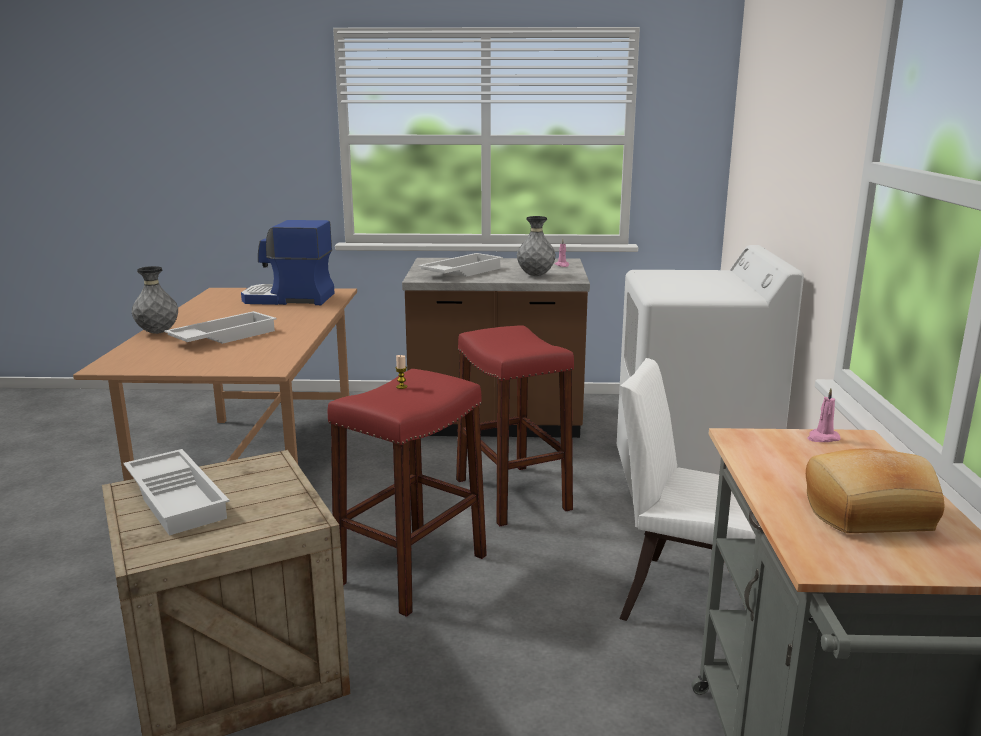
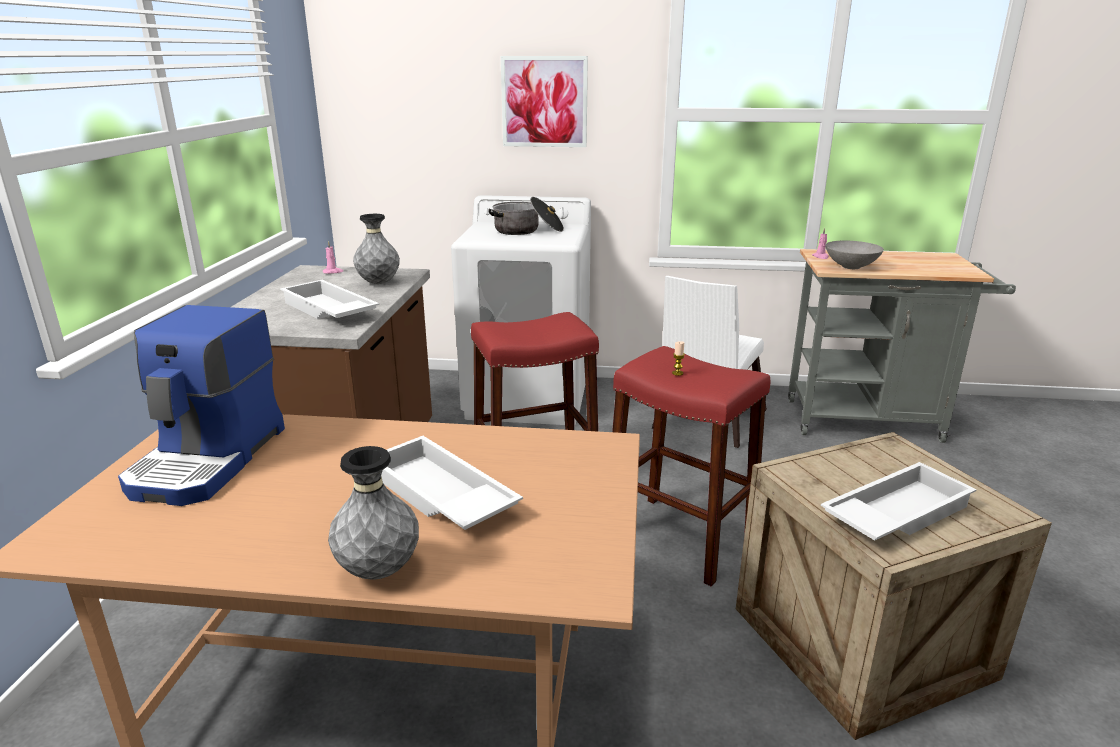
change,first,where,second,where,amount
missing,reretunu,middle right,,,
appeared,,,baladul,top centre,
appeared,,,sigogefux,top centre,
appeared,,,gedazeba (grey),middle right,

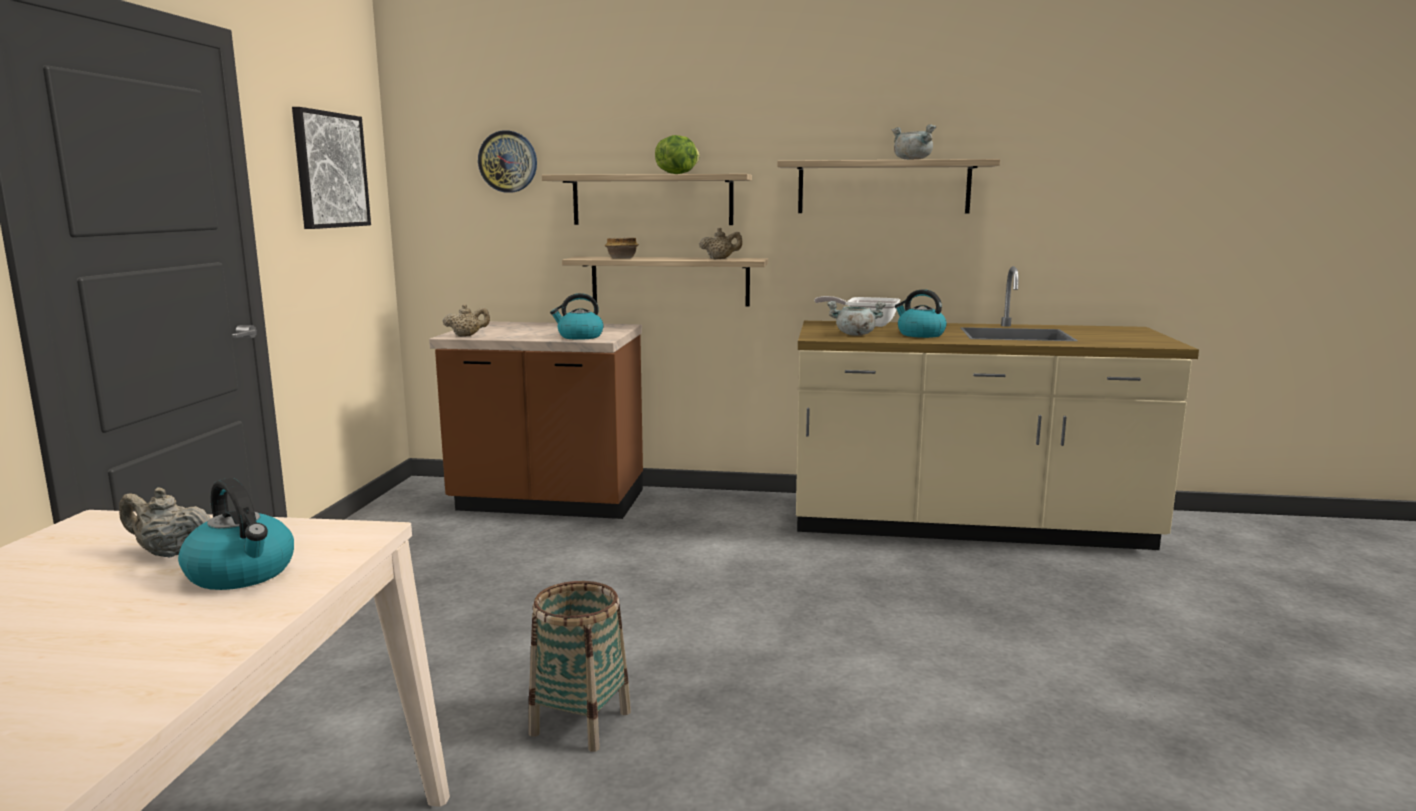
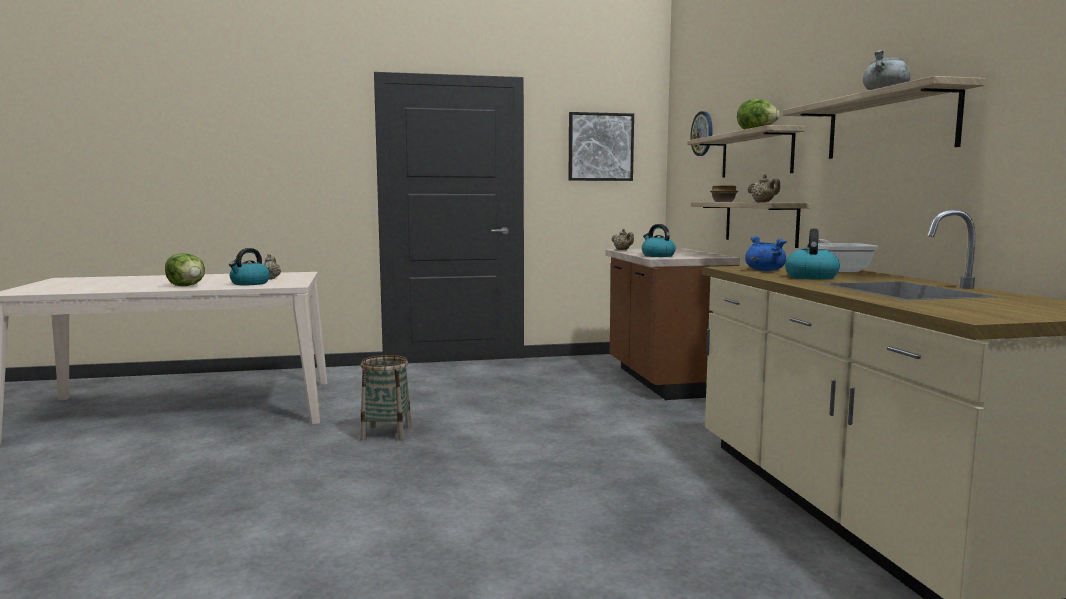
change,first,where,second,where,amount
appeared,,,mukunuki (no. 1 from left),middle left,
colour,baladul (grey) (no. 1 from left),centre,baladul (blue),middle right,

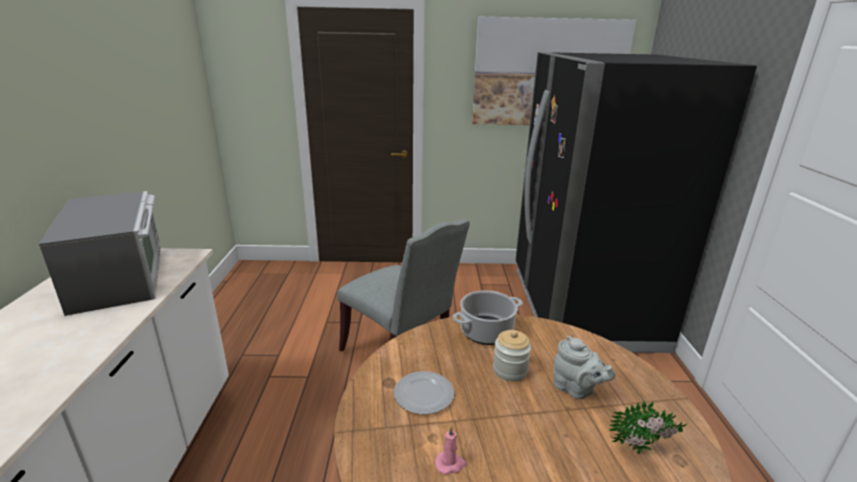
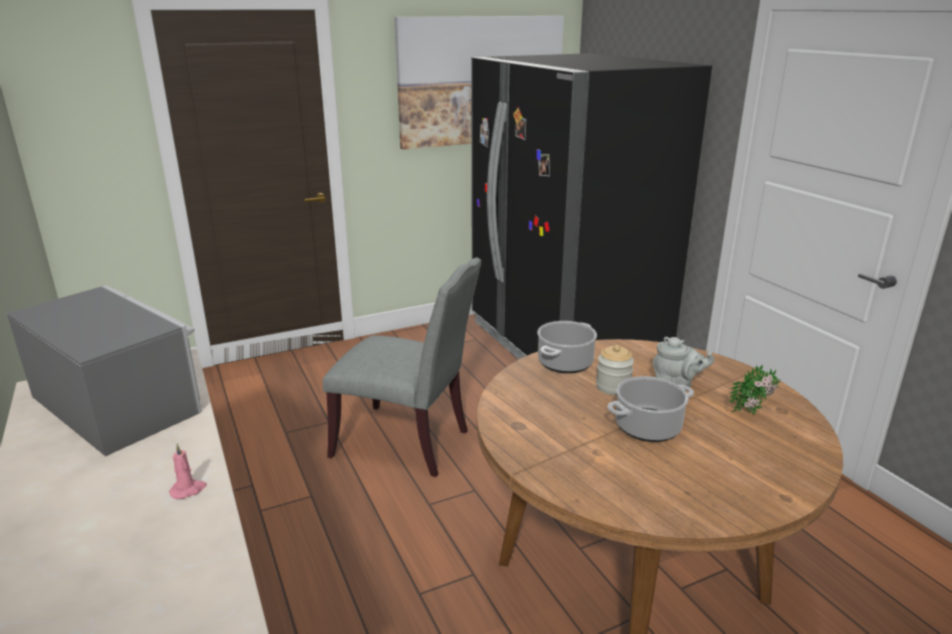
change,first,where,second,where,amount
missing,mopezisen,bottom centre,,,
appeared,,,baladul (no. 2 from left),middle right,
relocated,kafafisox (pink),bottom centre,,bottom left,

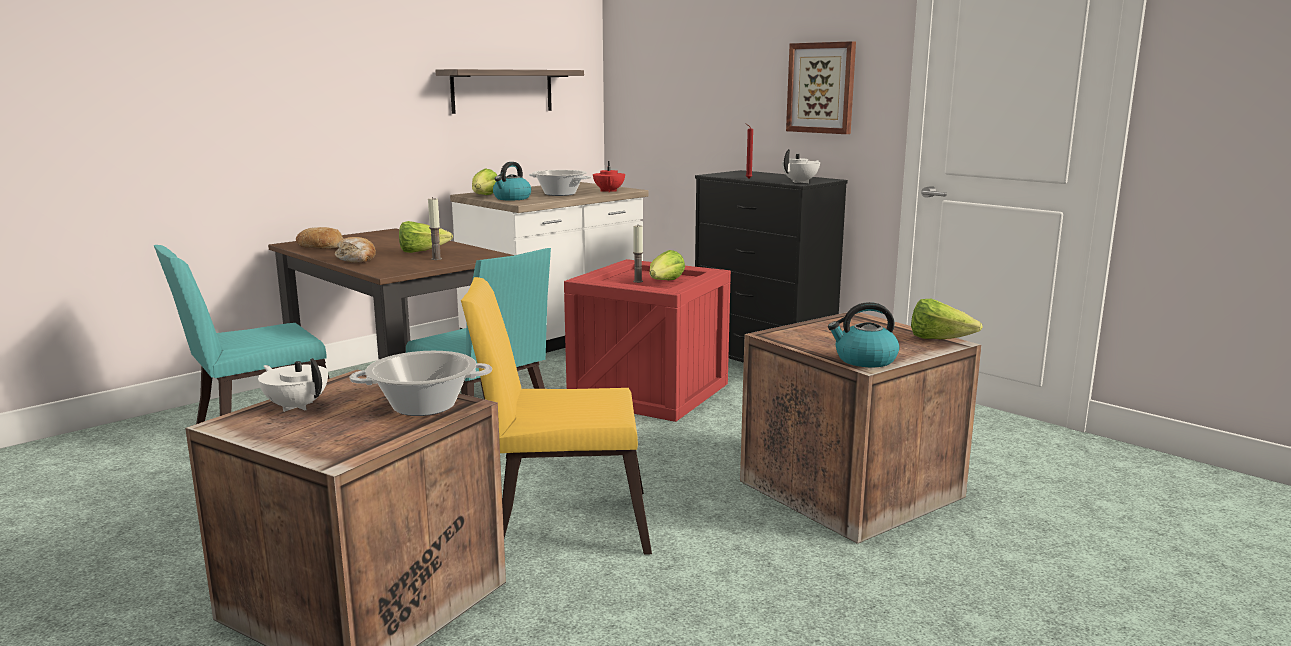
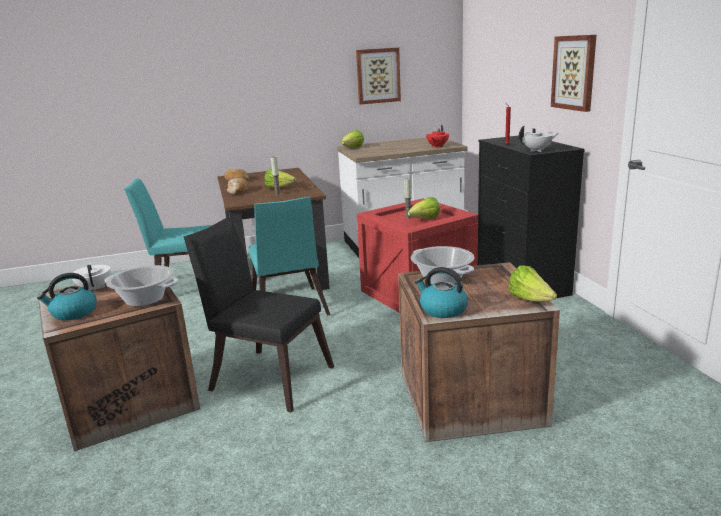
change,first,where,second,where,amount
relocated,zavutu (no. 1 from left),top centre,,middle left,
relocated,baladul (no. 2 from left),top centre,,centre,
exchanged,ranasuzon,top centre,sigogefux (no. 1 from left),top centre,
colour,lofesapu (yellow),centre,lofesapu (black),centre,

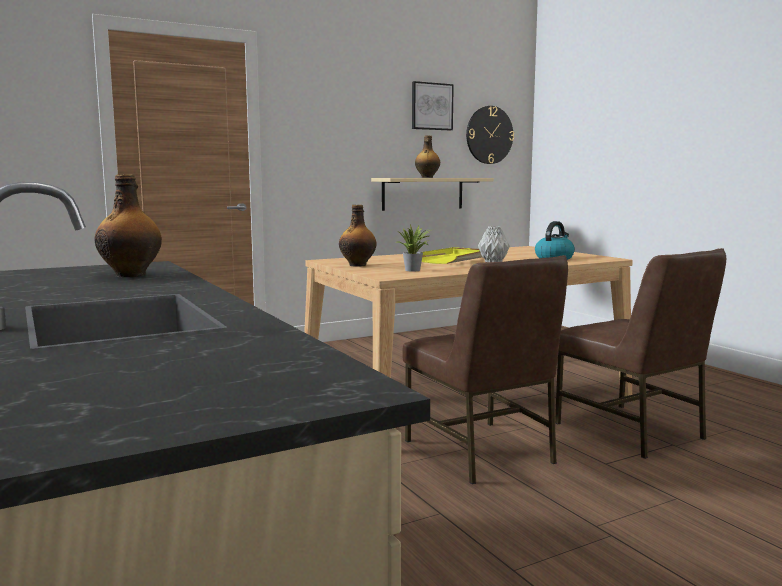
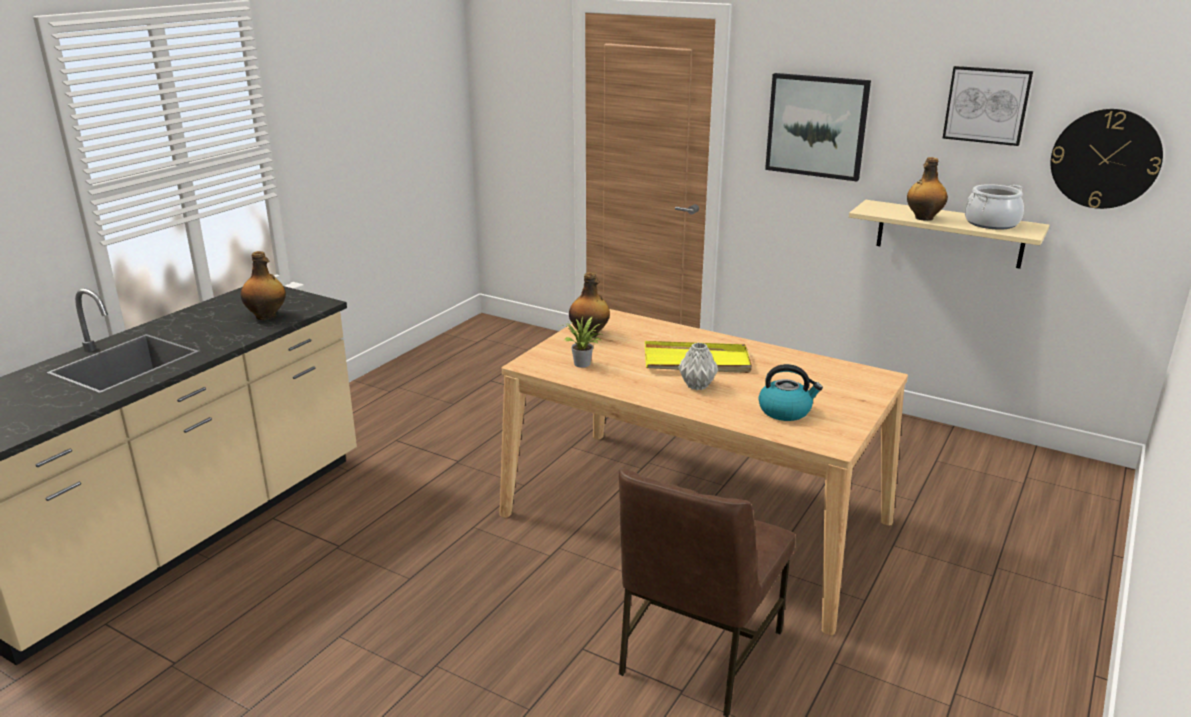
change,first,where,second,where,amount
missing,lofesapu (brown) (no. 1 from left),centre,,,
appeared,,,sigogefux (no. 1 from left),top right,
appeared,,,baladul,top right,

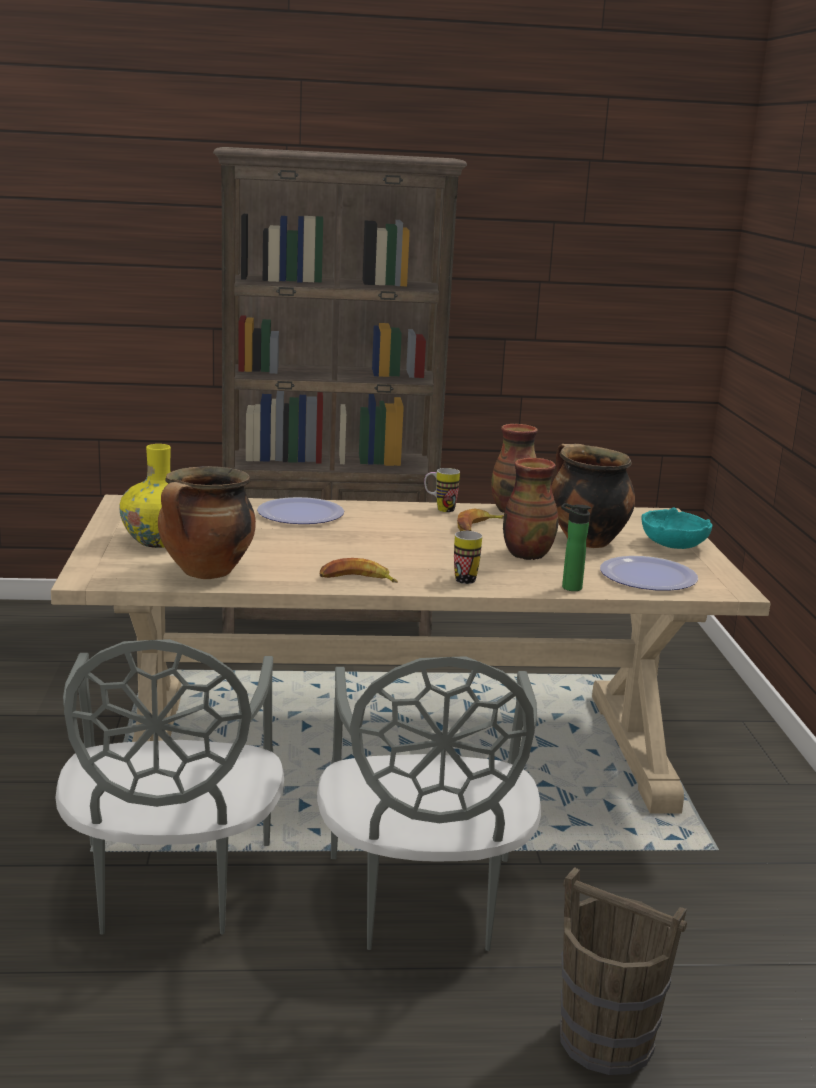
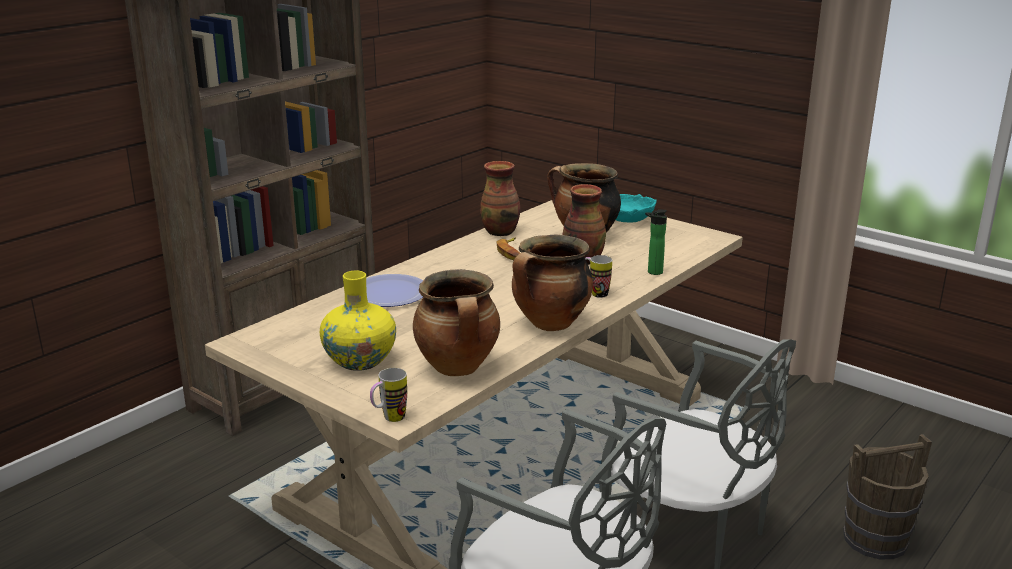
change,first,where,second,where,amount
missing,mopezisen (no. 2 from left),middle right,,,
relocated,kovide (no. 1 from left),centre,,bottom centre,
exchanged,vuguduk (no. 1 from left),centre,baladul (no. 2 from left),centre,

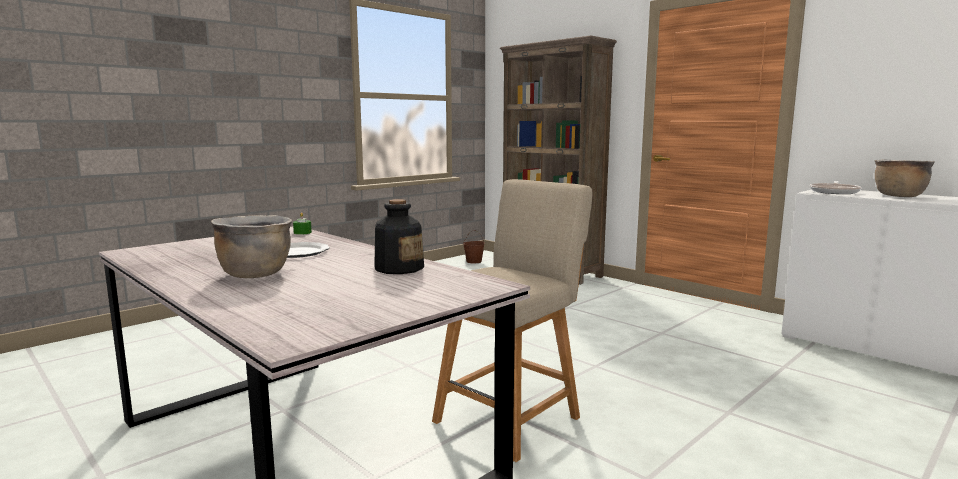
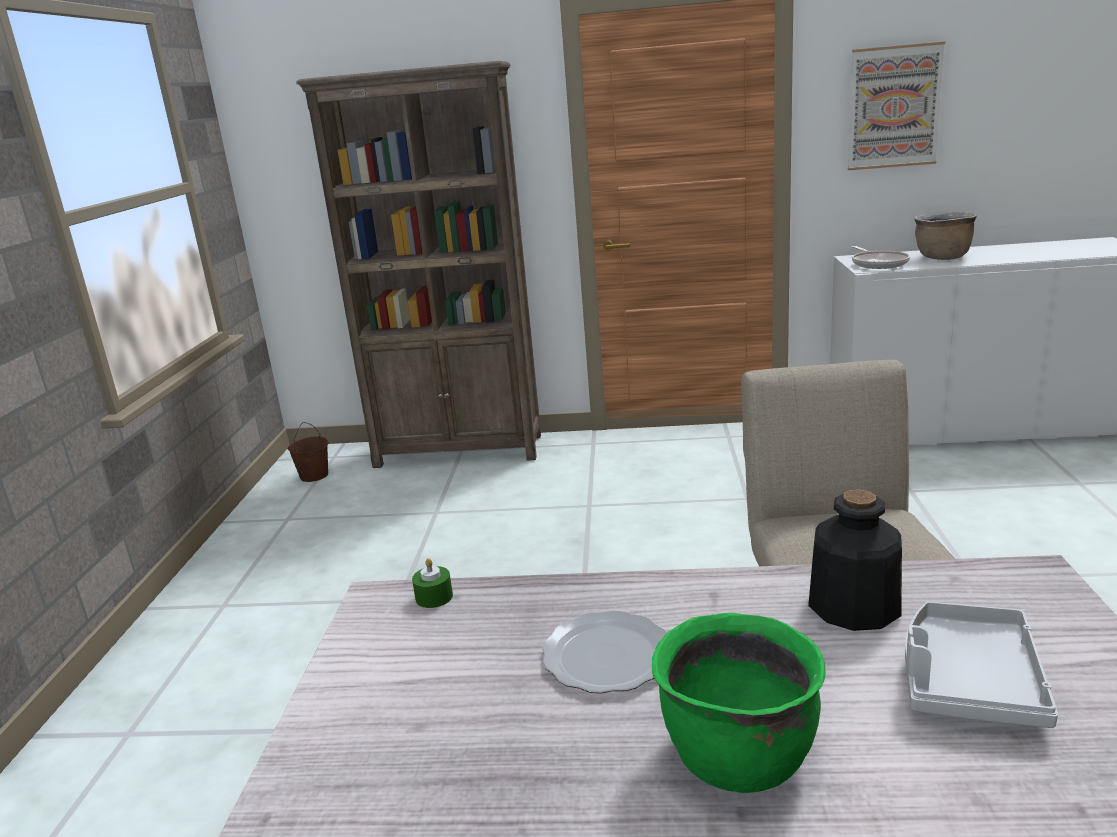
change,first,where,second,where,amount
appeared,,,sigogefux,top right,
appeared,,,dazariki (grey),bottom right,
colour,baladul (brown) (no. 1 from left),middle left,baladul (green),bottom centre,

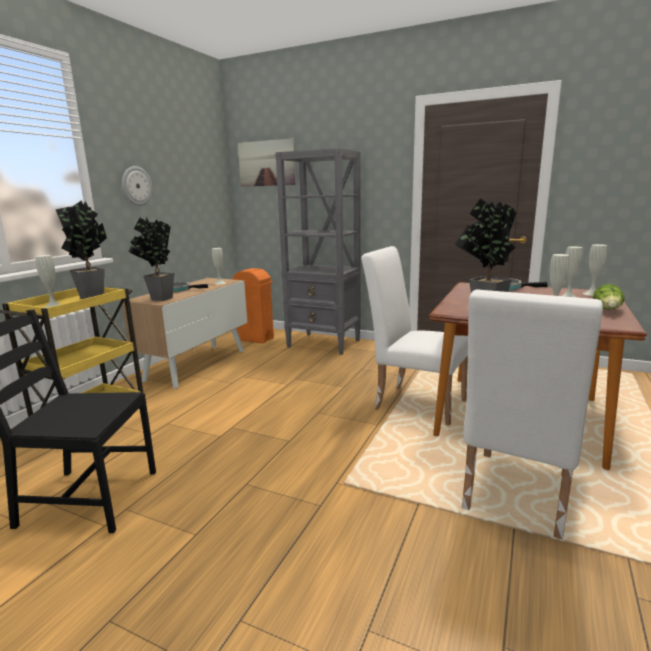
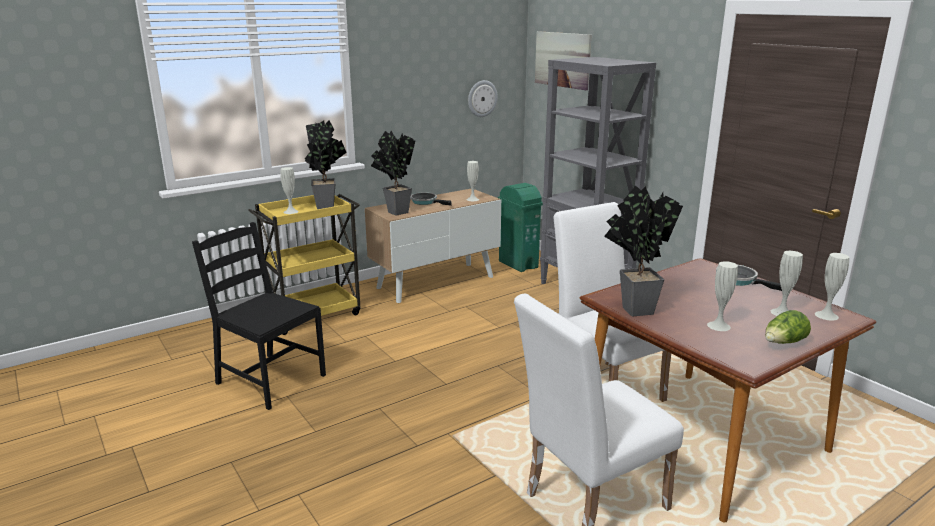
change,first,where,second,where,amount
relocated,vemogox,top left,,top centre,
colour,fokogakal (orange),centre,fokogakal (green),centre,

